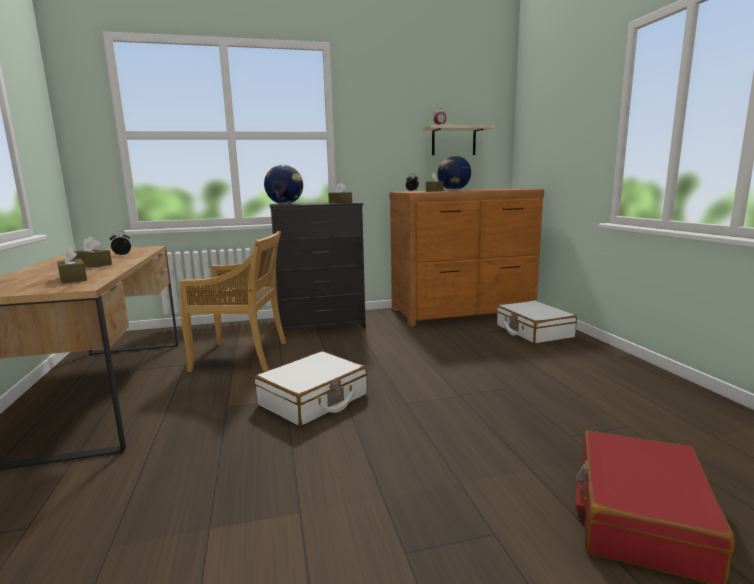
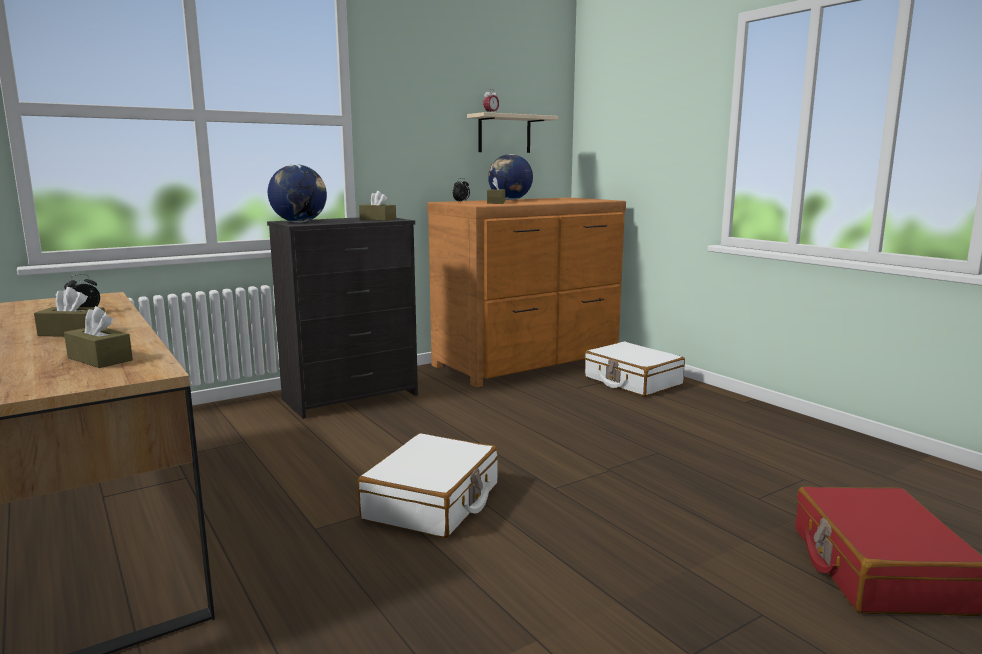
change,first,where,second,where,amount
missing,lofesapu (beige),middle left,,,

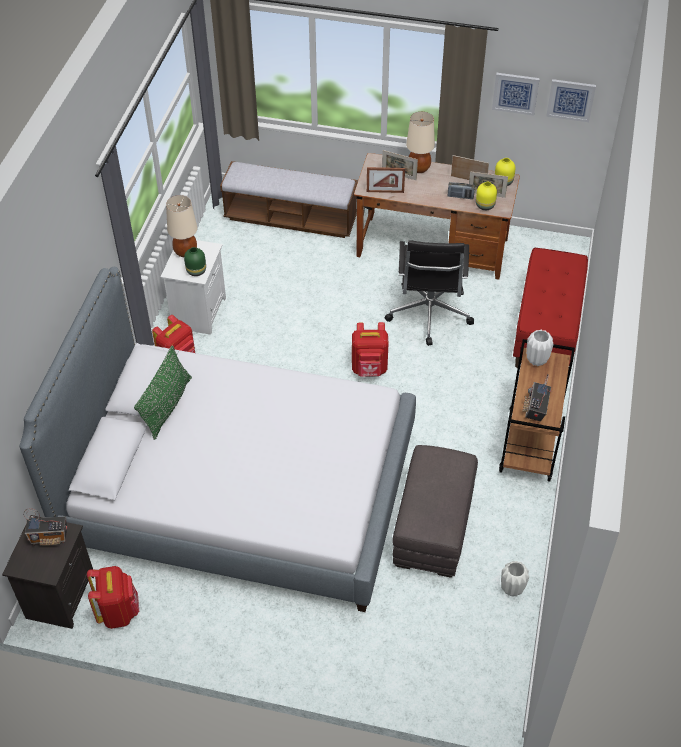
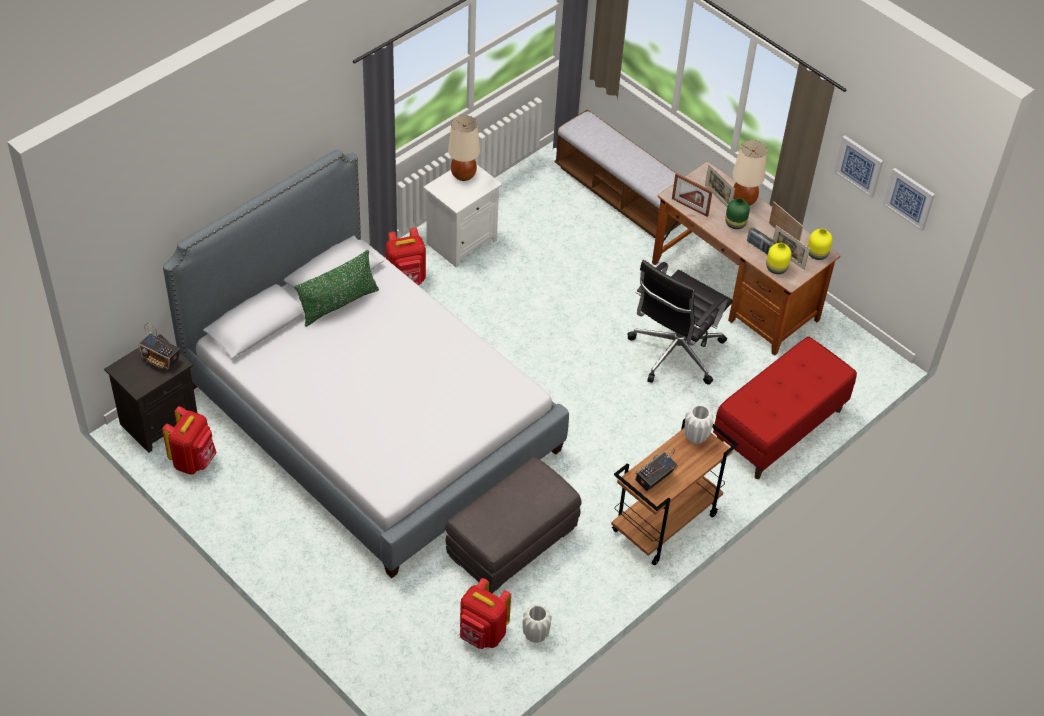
change,first,where,second,where,amount
relocated,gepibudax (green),middle left,,top right,
relocated,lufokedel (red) (no. 3 from left),centre,,bottom centre,

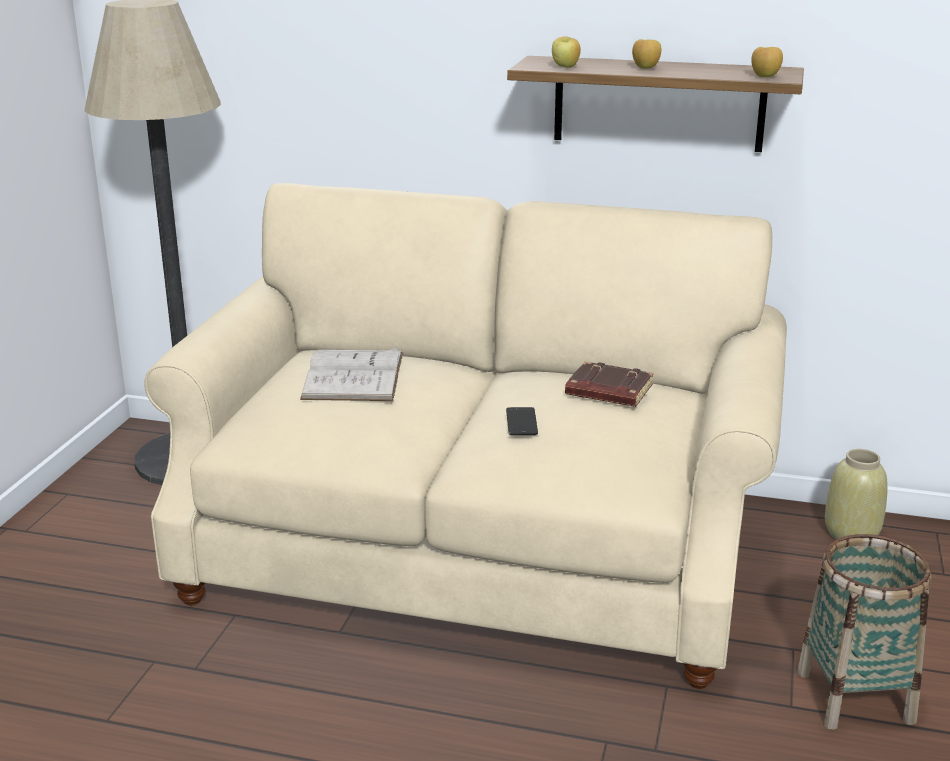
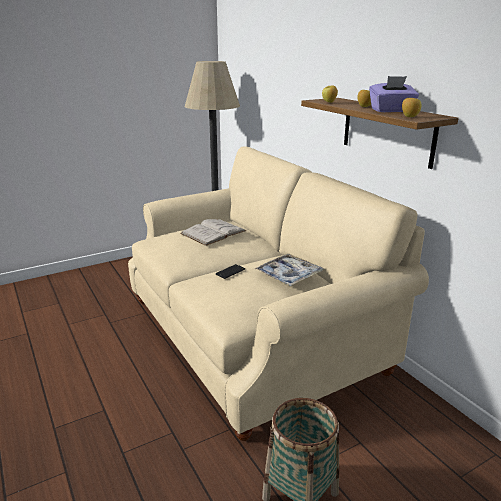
change,first,where,second,where,amount
missing,gepibudax (beige),middle right,,,
appeared,,,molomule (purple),top right,
exchanged,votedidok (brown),centre,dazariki,centre,

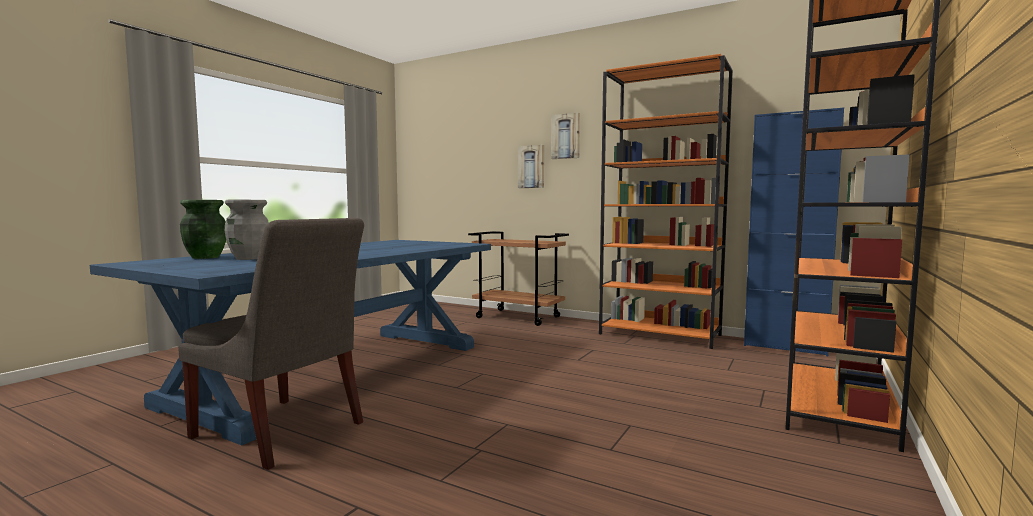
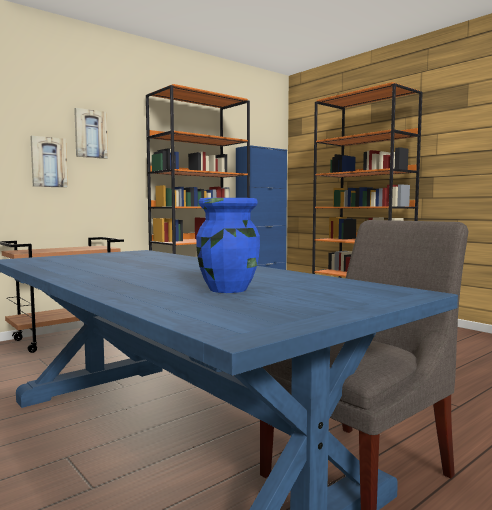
change,first,where,second,where,amount
missing,gepibudax (green),middle left,,,
colour,gepibudax (grey),middle left,gepibudax (blue),centre,

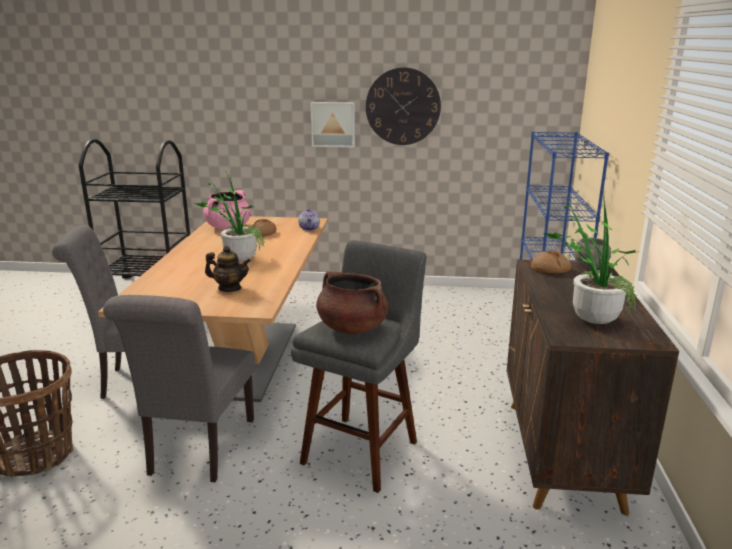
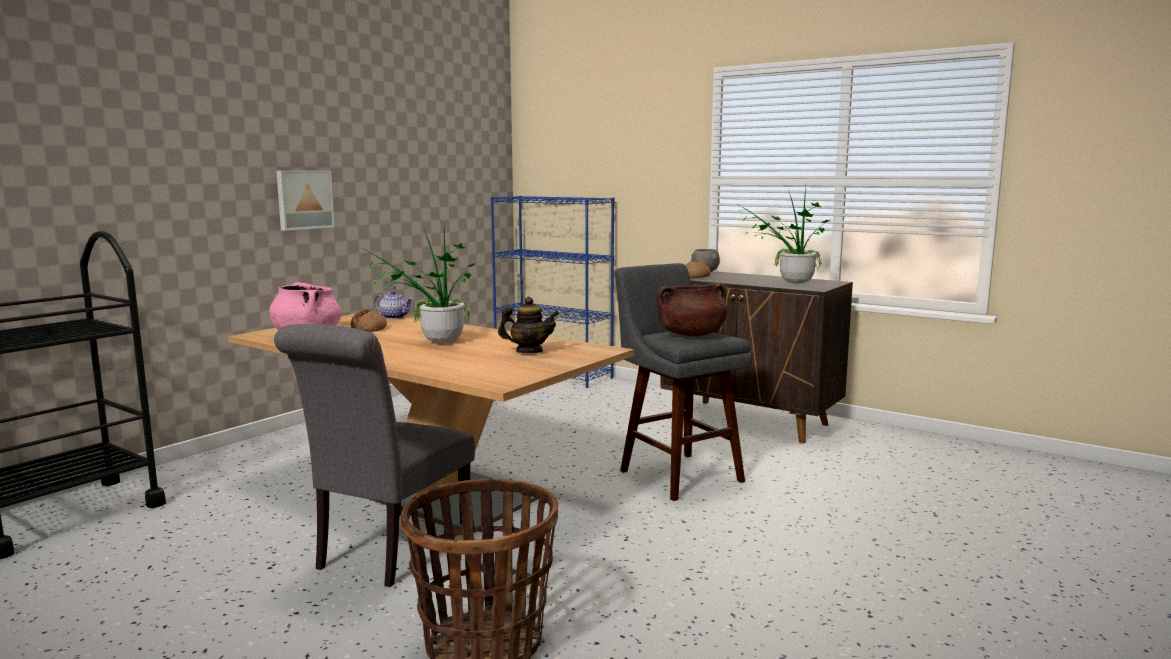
change,first,where,second,where,amount
missing,lofesapu (grey) (no. 2 from left),bottom left,,,
missing,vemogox,top centre,,,
spun,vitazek (no. 1 from left in the first image),middle left,vitazek (no. 2 from left),centre,45 degrees clockwise

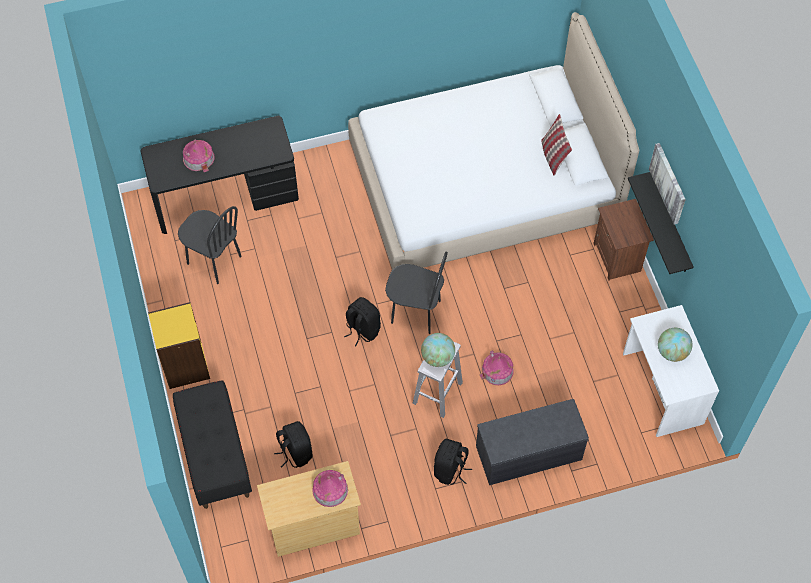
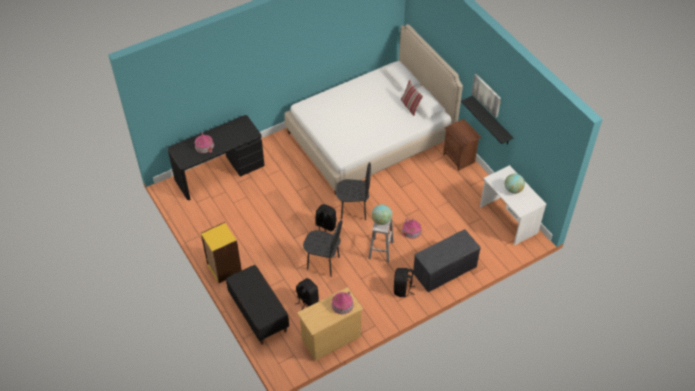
change,first,where,second,where,amount
relocated,lofesapu (black) (no. 1 from left),middle left,,centre,

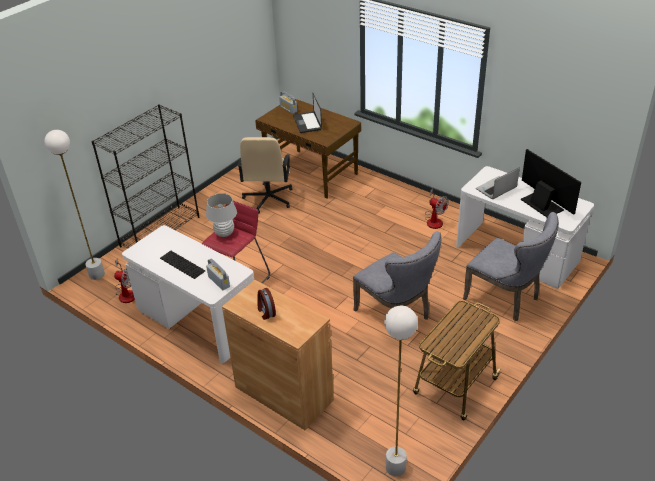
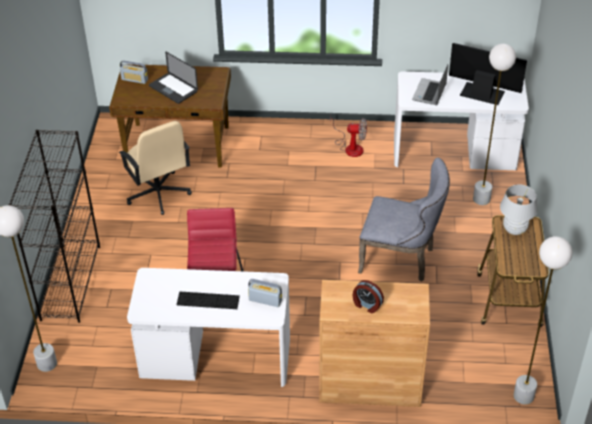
change,first,where,second,where,amount
missing,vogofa (no. 1 from left),middle left,,,
relocated,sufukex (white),centre,,middle right,
exchanged,lofesapu (grey) (no. 2 from left),middle right,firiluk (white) (no. 2 from left),top right,

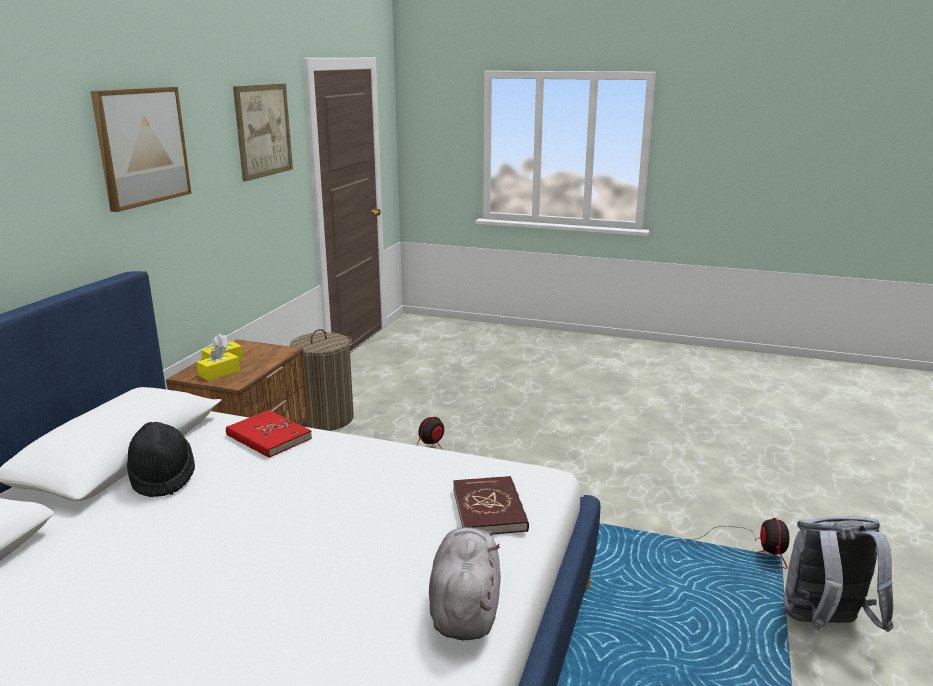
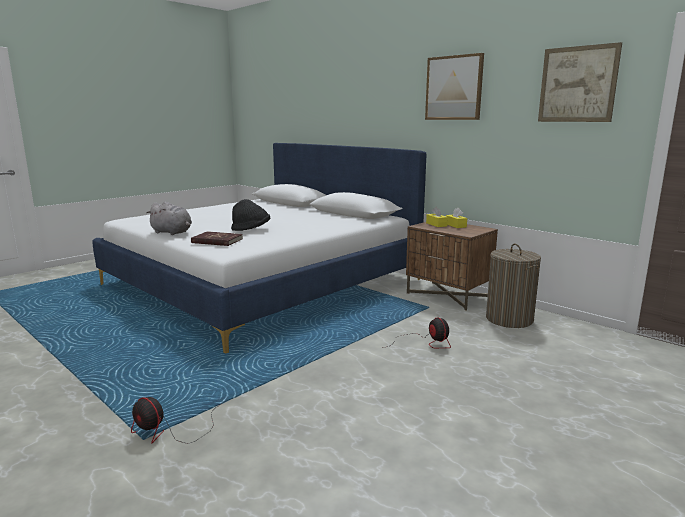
change,first,where,second,where,amount
missing,votedidok (red) (no. 1 from left),middle left,,,
missing,lufokedel (grey),bottom right,,,
relocated,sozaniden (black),bottom left,,centre,

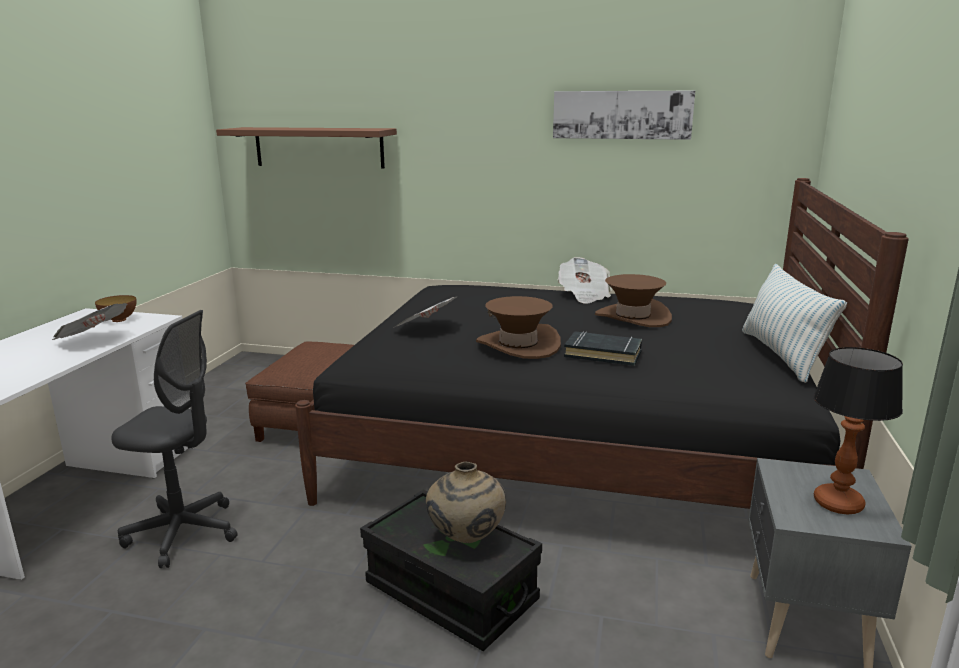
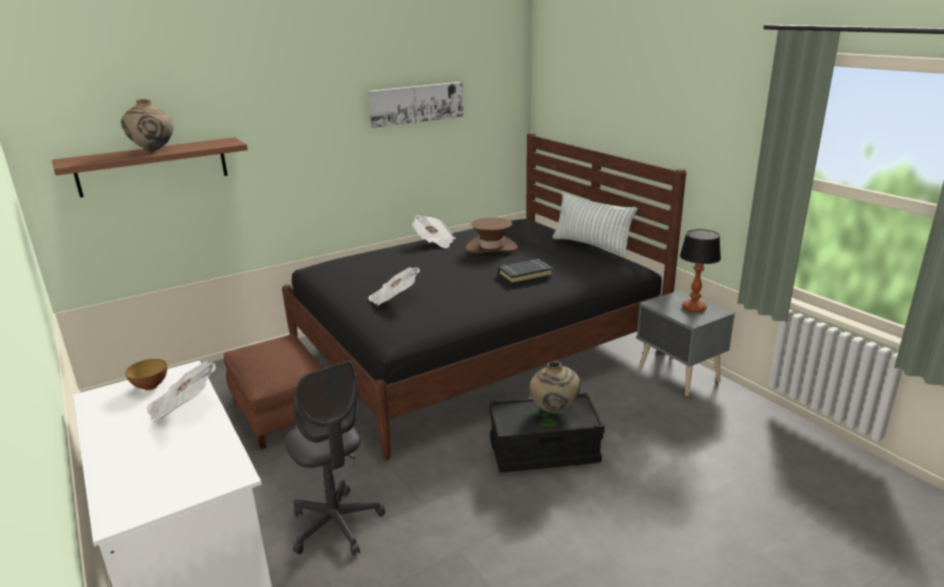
change,first,where,second,where,amount
missing,sozaniden (brown) (no. 1 from left),centre,,,
appeared,,,gepibudax (beige) (no. 1 from left),top left,
spun,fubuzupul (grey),middle left,,bottom centre,90 degrees clockwise

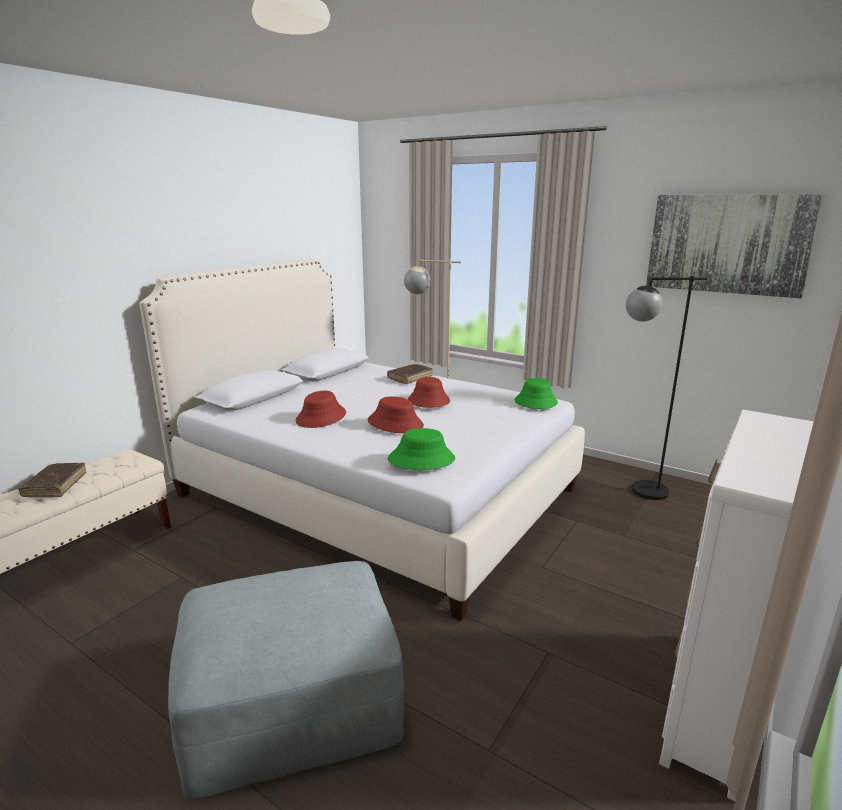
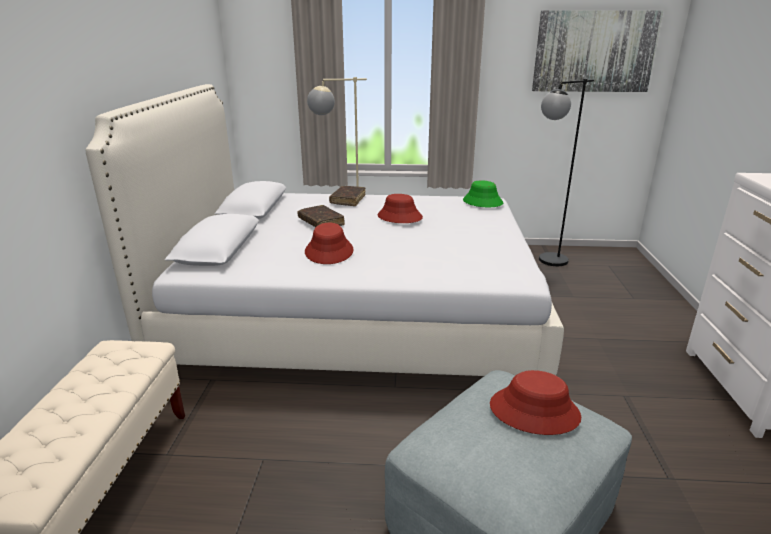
change,first,where,second,where,amount
missing,sozaniden (green) (no. 1 from left),centre,,,
relocated,votedidok (brown) (no. 1 from left),middle left,,centre,
relocated,sozaniden (red) (no. 2 from left in the first image),centre,sozaniden (red) (no. 3 from left),bottom right,

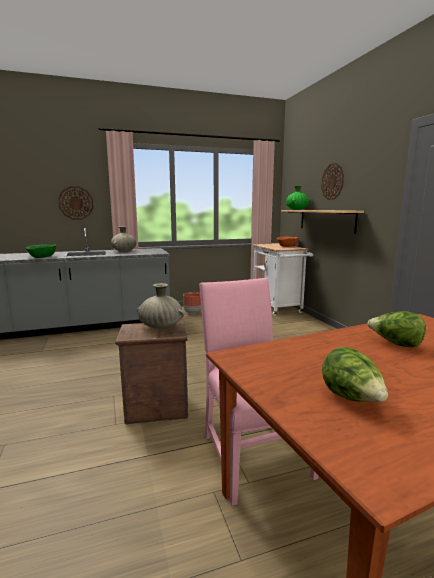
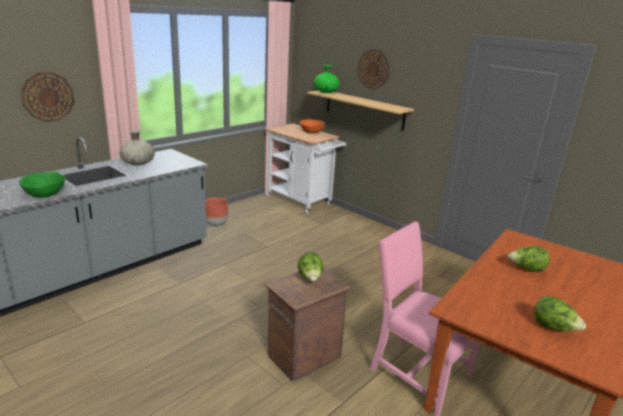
change,first,where,second,where,amount
exchanged,gepibudax (beige) (no. 2 from left),centre,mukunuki (no. 1 from left),centre,

